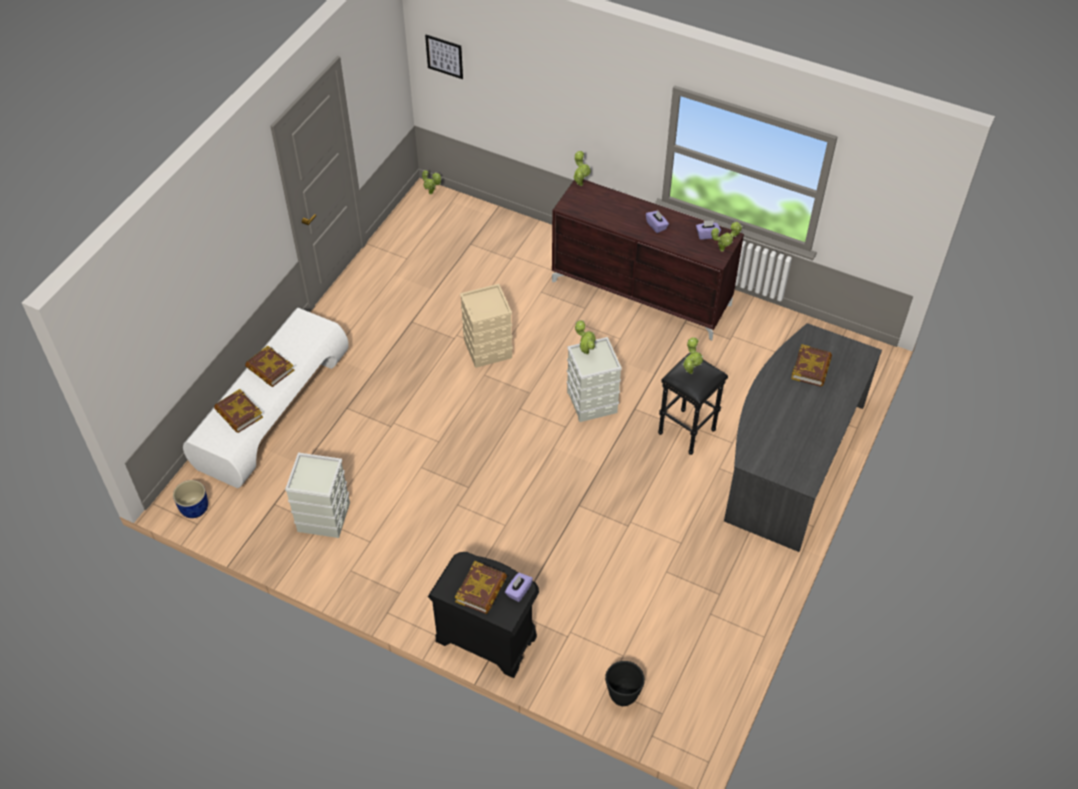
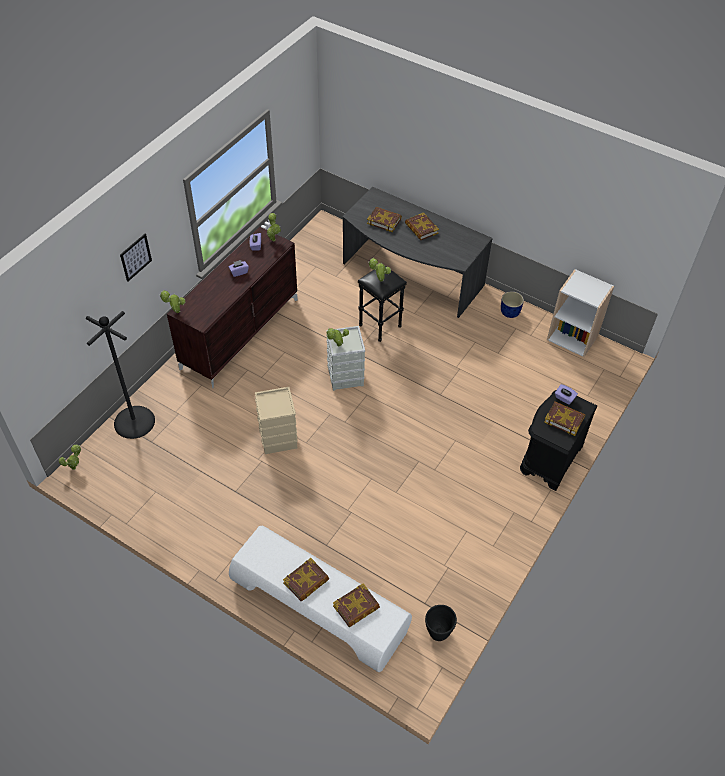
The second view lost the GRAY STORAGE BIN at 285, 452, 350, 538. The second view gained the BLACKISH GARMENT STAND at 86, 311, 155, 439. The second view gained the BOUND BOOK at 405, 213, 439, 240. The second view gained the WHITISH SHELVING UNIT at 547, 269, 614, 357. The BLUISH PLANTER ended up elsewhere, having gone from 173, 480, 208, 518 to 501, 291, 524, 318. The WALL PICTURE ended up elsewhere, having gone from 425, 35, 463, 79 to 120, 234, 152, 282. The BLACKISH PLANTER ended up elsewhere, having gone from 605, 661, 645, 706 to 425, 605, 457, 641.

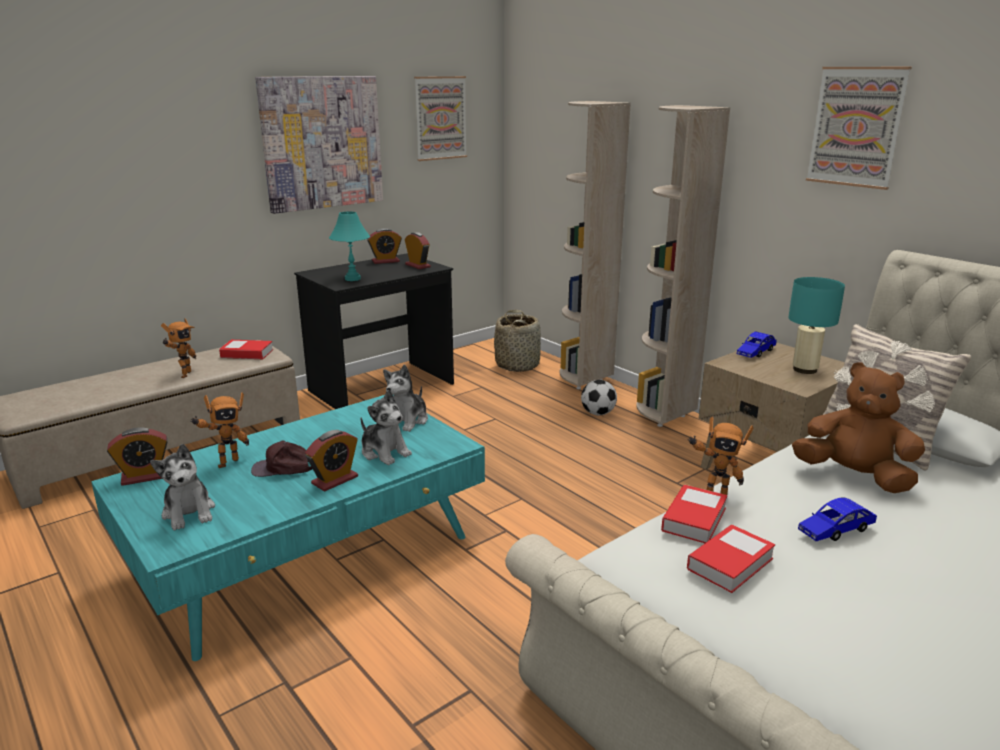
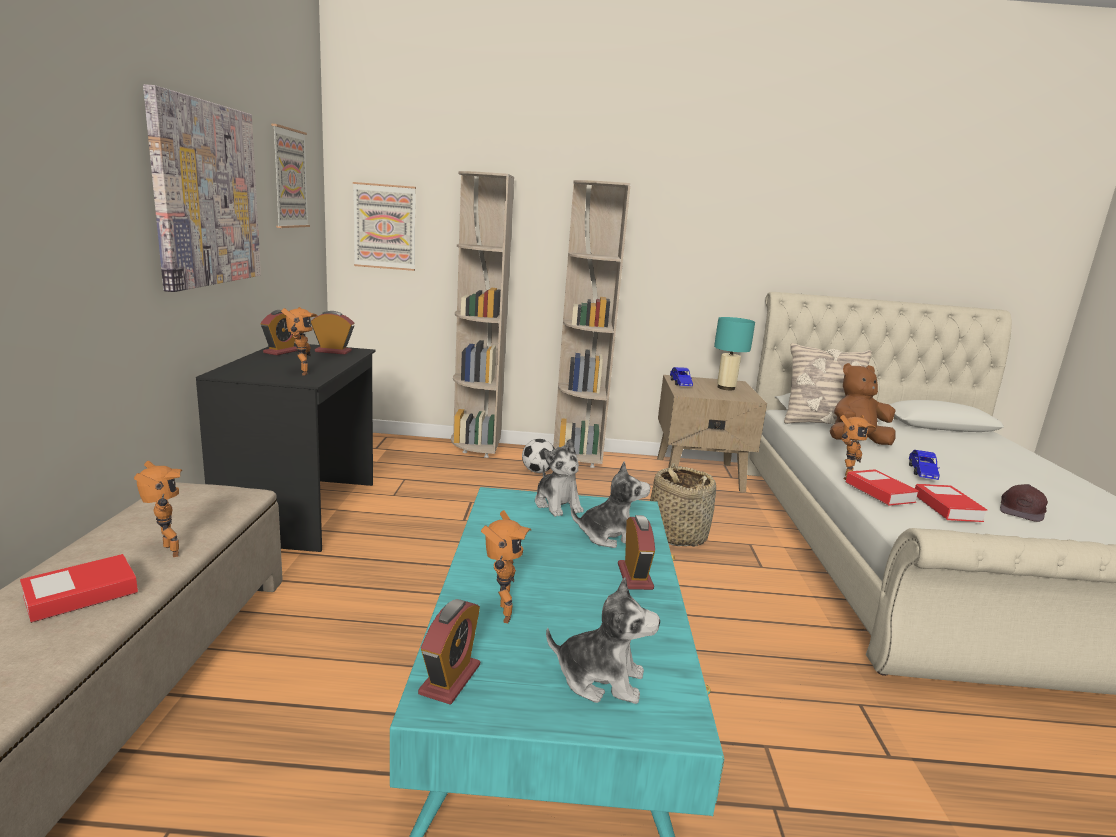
The BOUND BOOK ended up elsewhere, having gone from 219, 340, 273, 359 to 20, 554, 138, 623. The BROWN PEAKED CAP ended up elsewhere, having gone from 251, 440, 312, 477 to 1000, 484, 1048, 522. The BASKET ended up elsewhere, having gone from 494, 310, 541, 372 to 650, 463, 716, 547. The WALL PICTURE ended up elsewhere, having gone from 806, 67, 911, 190 to 353, 182, 416, 271. Where the BLUE-GREEN TABLETOP LAMP stood at 329, 211, 370, 281, the TOY ROBOT came to stand at 281, 307, 318, 375.

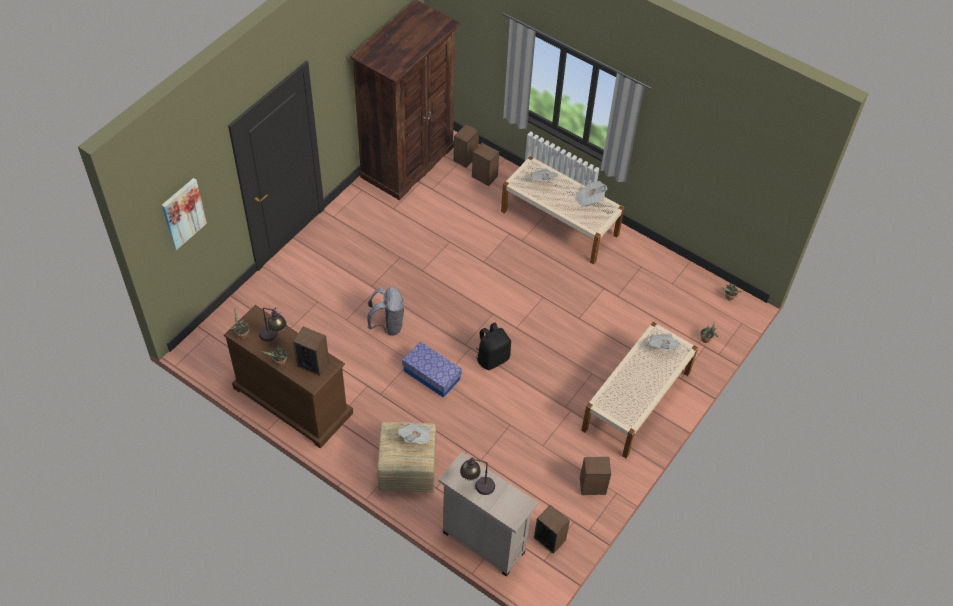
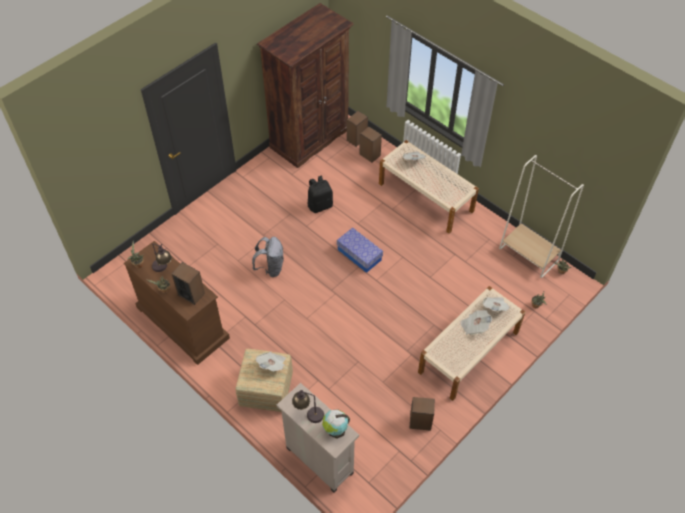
The second view lost the WALL PICTURE at 162, 178, 207, 250. The second view lost the AUDIO SPEAKER at 534, 505, 570, 554. The second view gained the DESK GLOBE at 322, 409, 350, 439. The second view gained the GARMENT STAND at 499, 155, 584, 278. The STORAGE BIN ended up elsewhere, having gone from 402, 342, 462, 398 to 337, 228, 383, 273. The BLACKISH KNAPSACK ended up elsewhere, having gone from 476, 323, 511, 370 to 308, 176, 333, 213. The NEWSPAPER ended up elsewhere, having gone from 574, 181, 607, 207 to 460, 310, 493, 335.

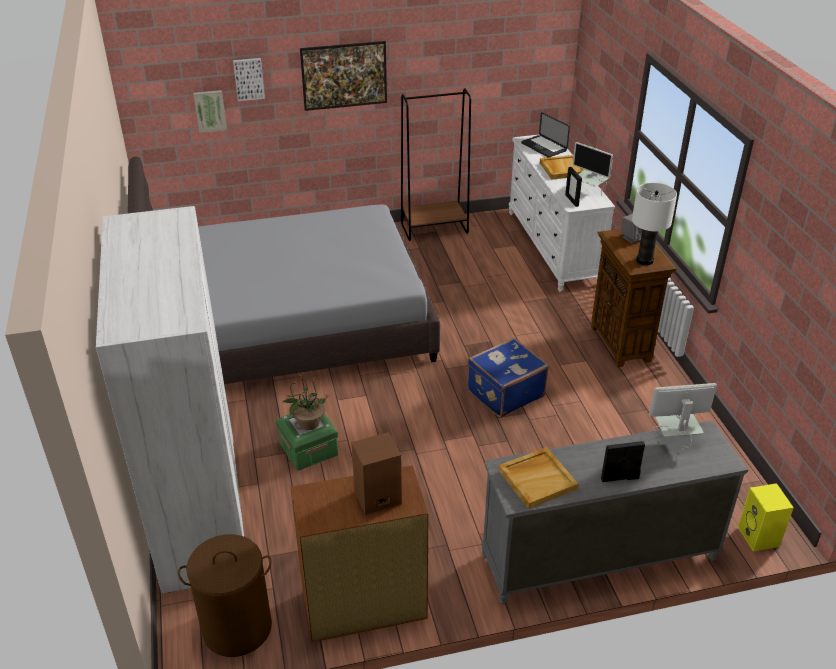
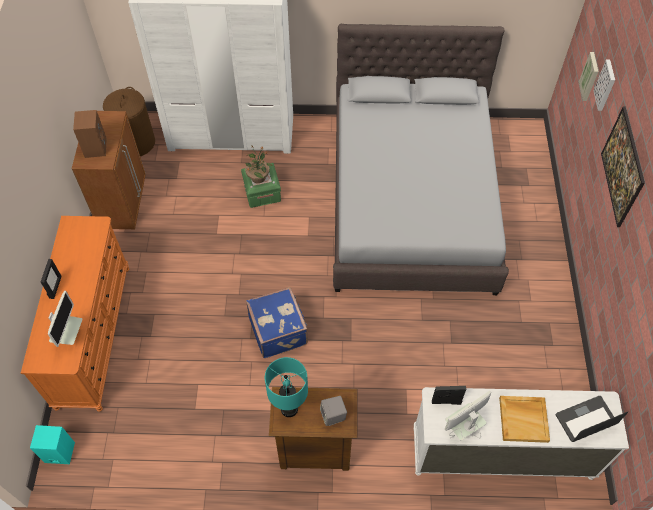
The second view lost the GARMENT STAND at 401, 88, 471, 241. The second view lost the BEIGE-COLOURED CARRYING TRAY at 498, 447, 578, 509. What was the GRAY CHEST OF DRAWERS at 481, 421, 748, 604 turned into the ORANGE CHEST OF DRAWERS at 21, 216, 129, 411. What was the WHITISH TABLETOP LAMP at 632, 183, 677, 265 turned into the BLUE-GREEN TABLETOP LAMP at 265, 357, 308, 417. What was the YELLOW AUDIO SPEAKER at 738, 483, 794, 551 turned into the BLUE-GREEN AUDIO SPEAKER at 30, 425, 75, 464.

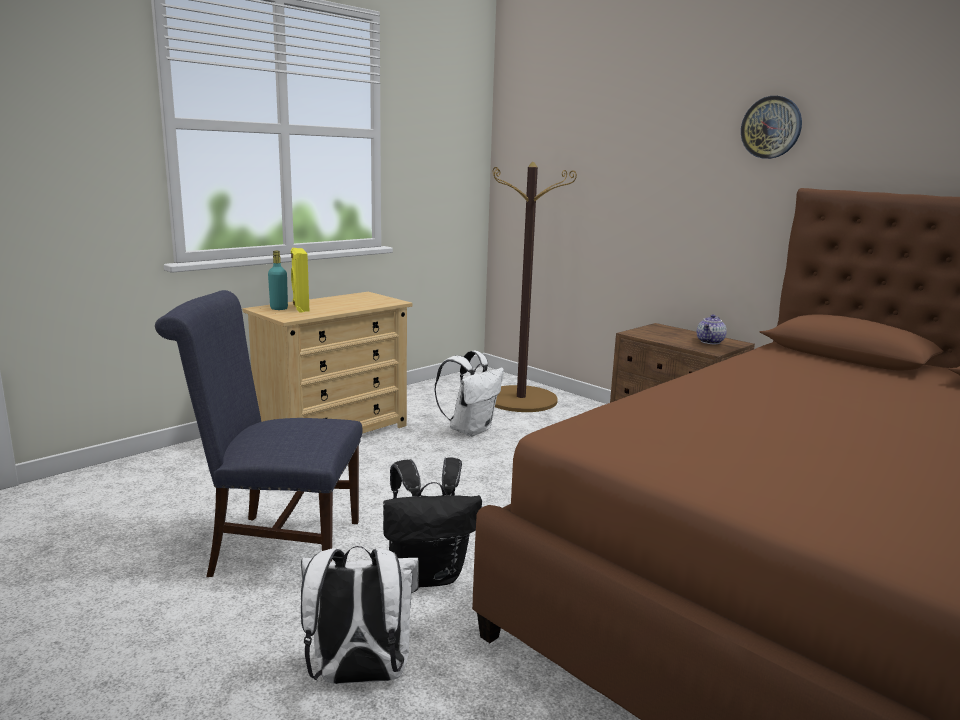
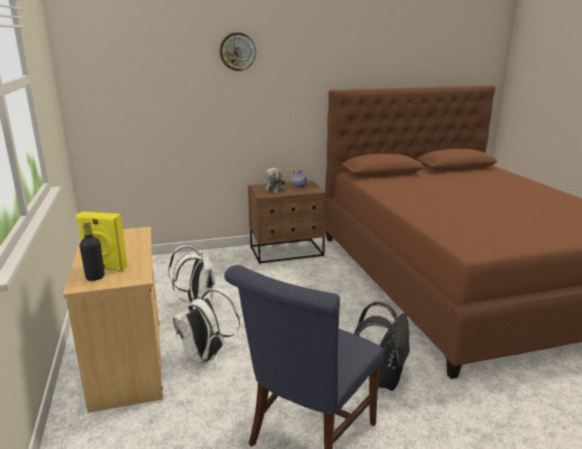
The second view lost the BROWN GARMENT STAND at 493, 162, 577, 412. The second view gained the SOFT TOY at 265, 168, 286, 193. The WHITISH KNAPSACK ended up elsewhere, having gone from 301, 546, 419, 684 to 172, 288, 240, 364. The WALL CLOCK ended up elsewhere, having gone from 741, 96, 802, 159 to 220, 32, 256, 71. What was the BLUE-GREEN BOTTLE at 268, 251, 288, 310 turned into the BLACKISH BOTTLE at 80, 221, 104, 281.

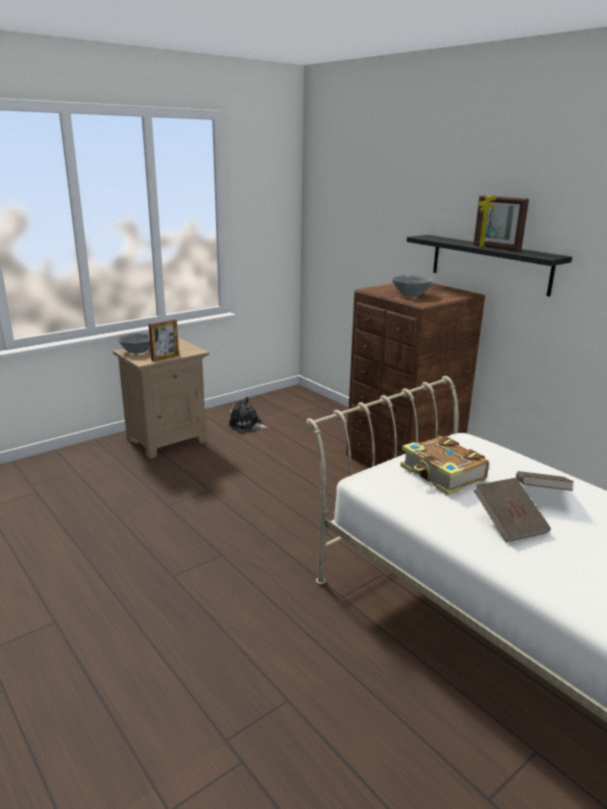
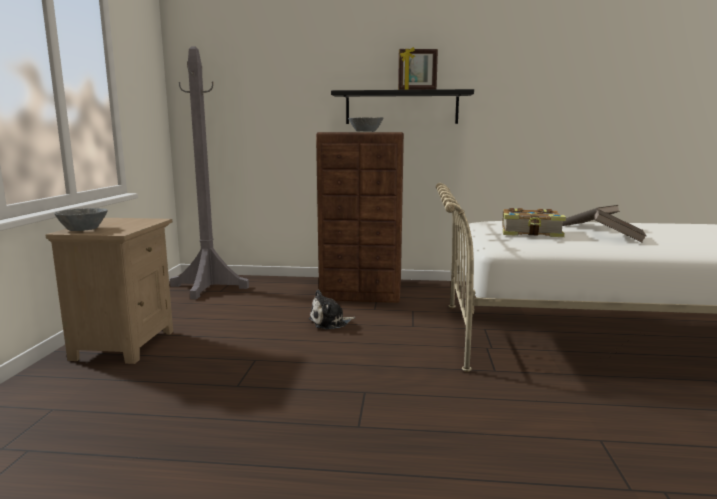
The second view lost the STANDING FRAME at 149, 319, 179, 362. The second view gained the GRAY GARMENT STAND at 170, 46, 249, 299. The SOFT TOY ended up elsewhere, having gone from 228, 396, 269, 431 to 309, 290, 356, 329.

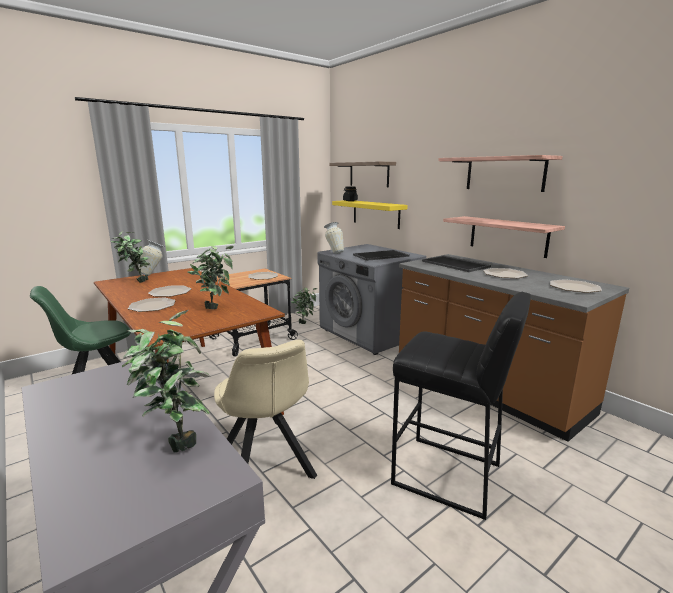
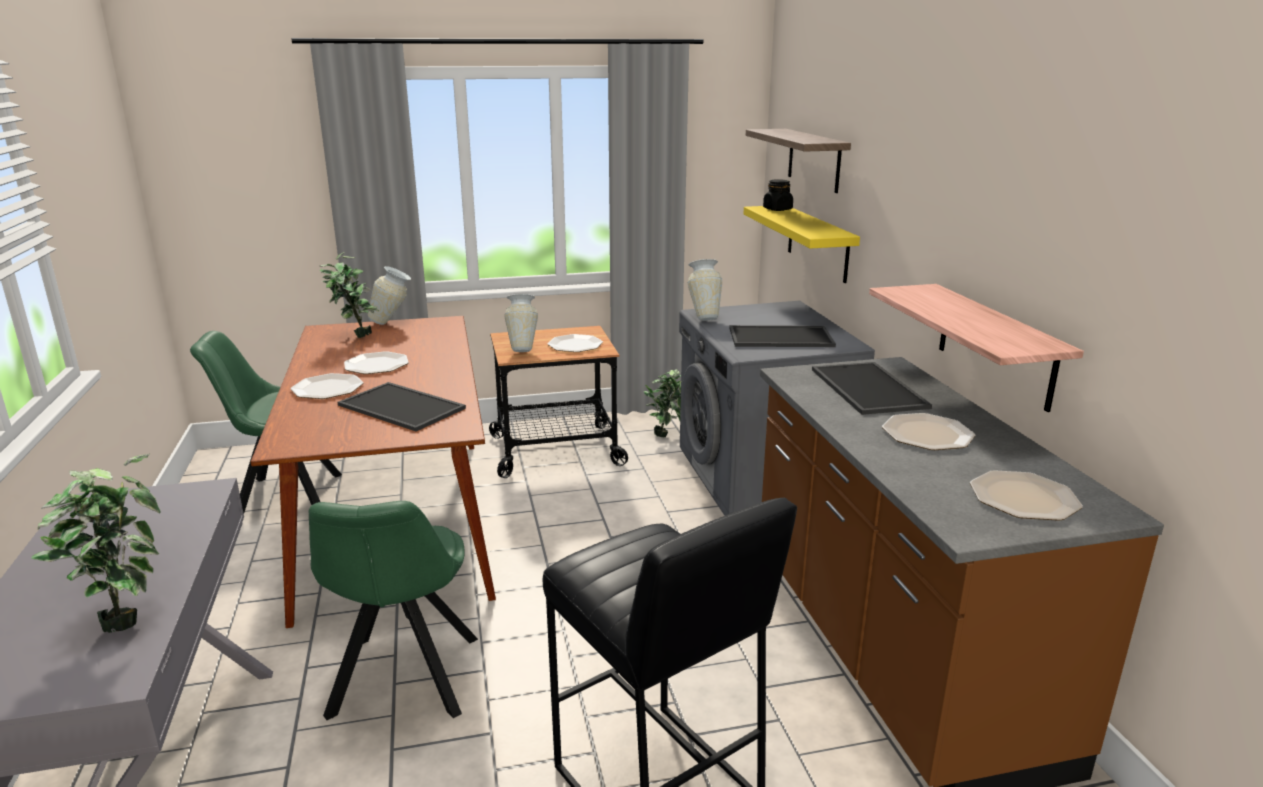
The second view lost the WALL SHELF at 438, 155, 563, 192. The second view gained the FLOWER VASE at 504, 294, 538, 352. Where the PLANT IN A POT stood at 188, 246, 234, 309, the CARRYING TRAY came to stand at 338, 382, 466, 431. What was the BEIGE-COLOURED PLAIN CHAIR at 214, 340, 317, 479 turned into the GREEN PLAIN CHAIR at 309, 501, 478, 720.

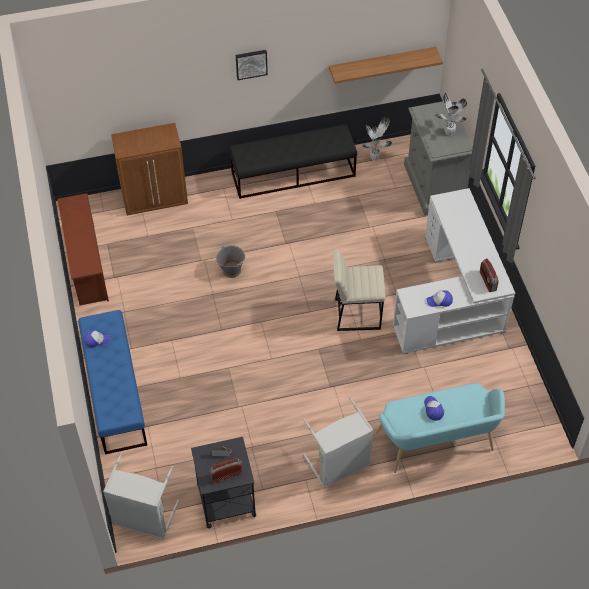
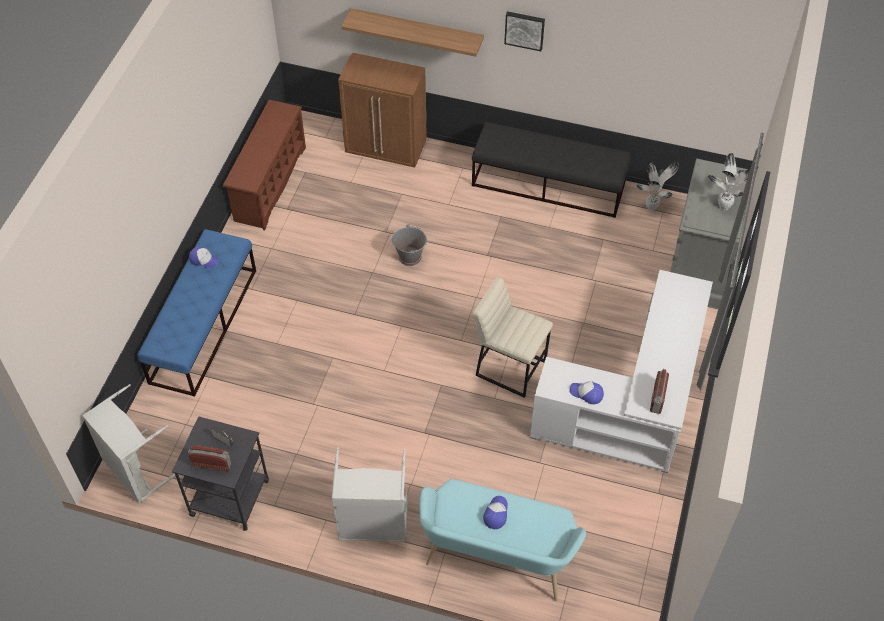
The WALL SHELF ended up elsewhere, having gone from 329, 47, 443, 84 to 342, 8, 484, 57.

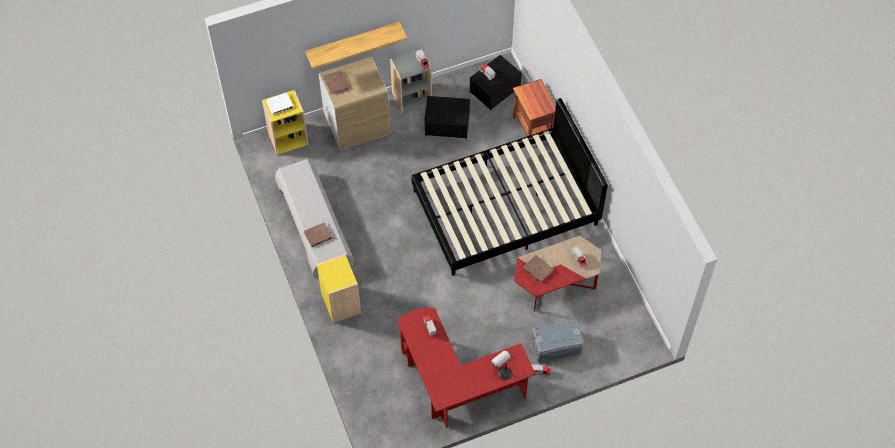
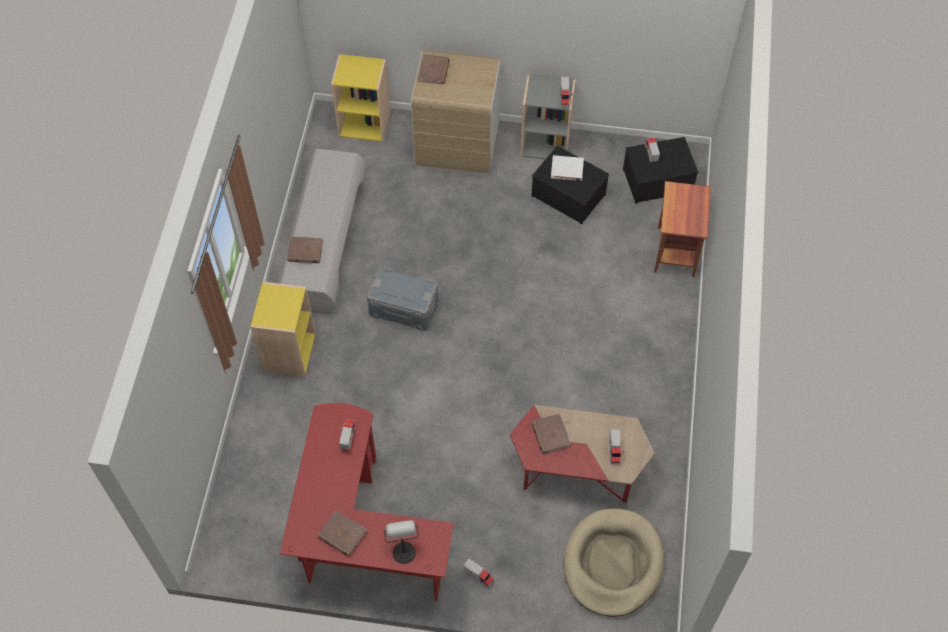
The second view lost the WALL SHELF at 305, 22, 408, 69. The second view lost the BLACKISH BED at 411, 98, 608, 276. The second view gained the BROWN BOUND BOOK at 318, 511, 367, 557. The second view gained the BEIGE-COLOURED DOG CUSHION at 564, 508, 664, 617. The WHITISH BOUND BOOK ended up elsewhere, having gone from 266, 92, 293, 115 to 551, 155, 584, 181. The GRAY STORAGE BIN ended up elsewhere, having gone from 532, 319, 583, 363 to 367, 267, 439, 331.

